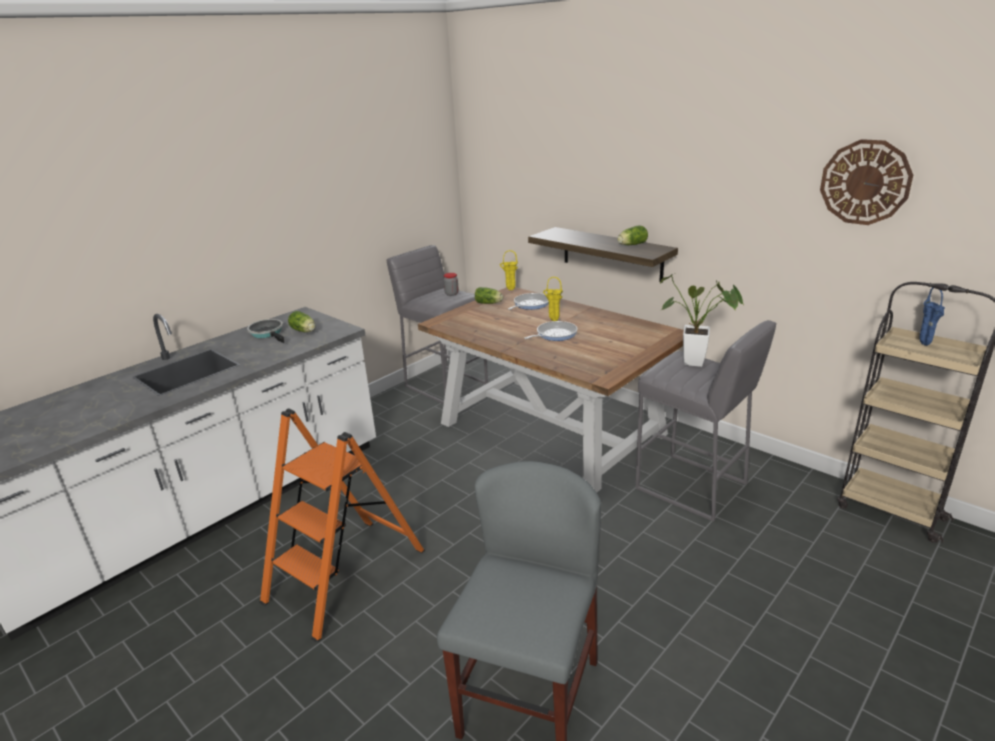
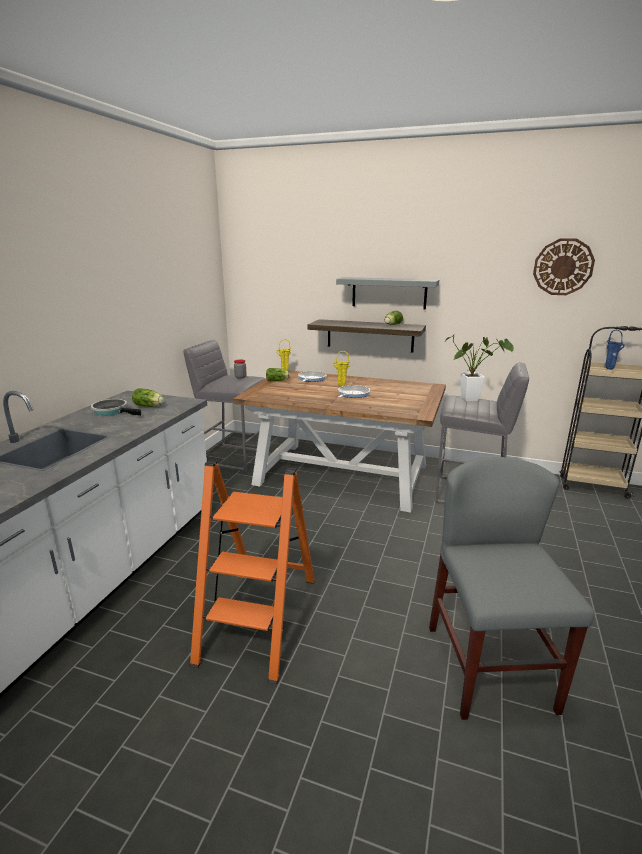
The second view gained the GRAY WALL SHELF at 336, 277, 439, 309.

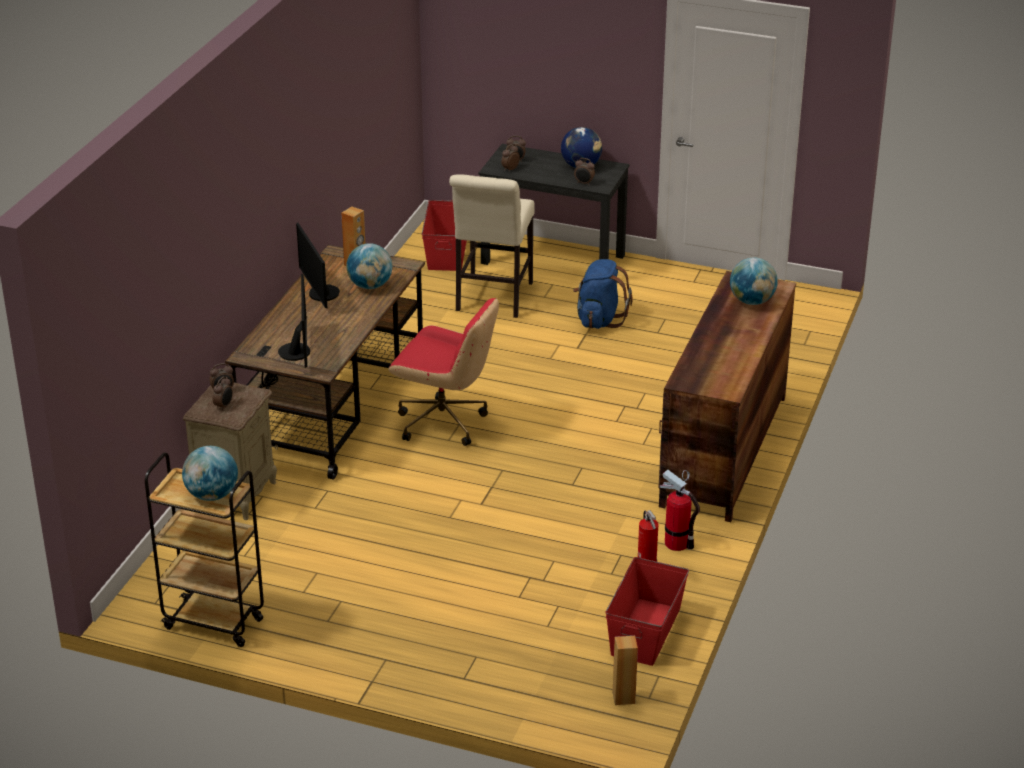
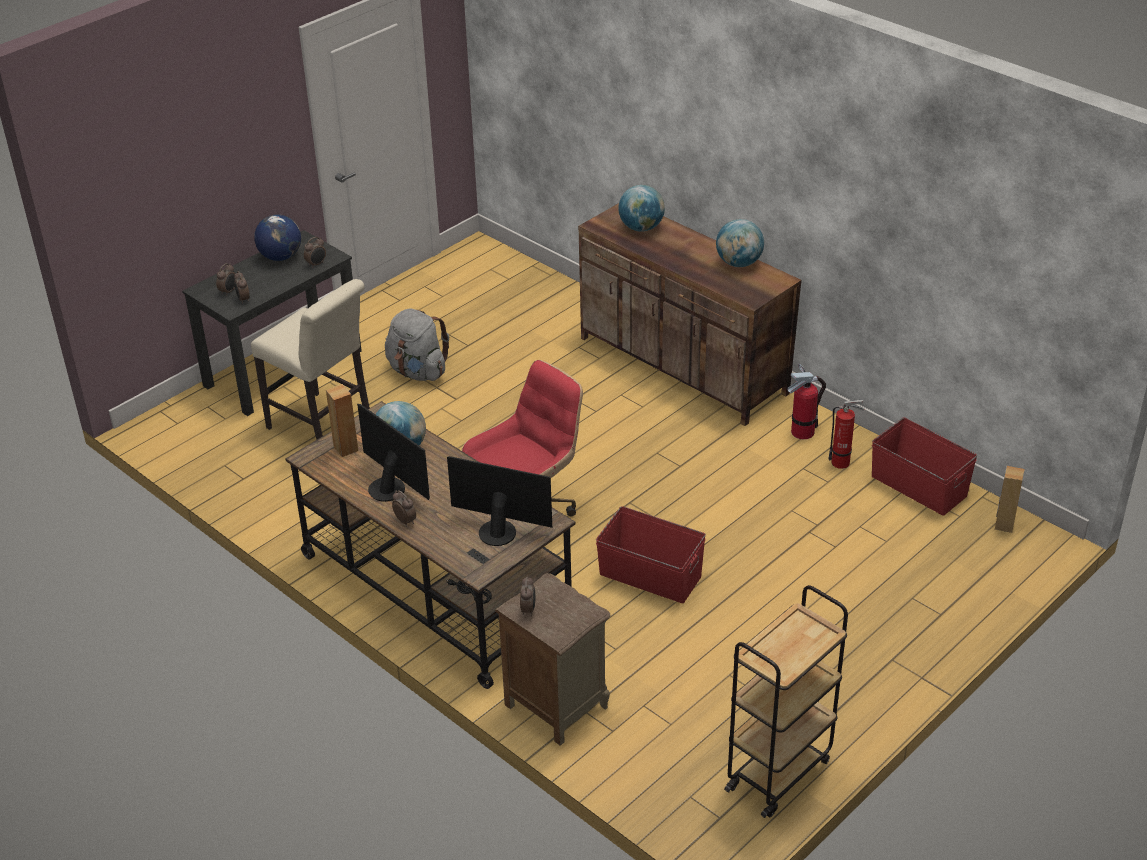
The DESK GLOBE ended up elsewhere, having gone from 182, 446, 238, 501 to 716, 219, 764, 267. The ALARM CLOCK ended up elsewhere, having gone from 212, 376, 233, 411 to 392, 490, 416, 526. The RED STORAGE BIN ended up elsewhere, having gone from 422, 200, 467, 271 to 596, 506, 706, 603. What was the BLUISH KNAPSACK at 573, 259, 633, 329 turned into the GRAY KNAPSACK at 385, 309, 449, 381. The COMPUTER SCREEN at 296, 223, 340, 309 ended up facing another way, 135 degrees counterclockwise from before.

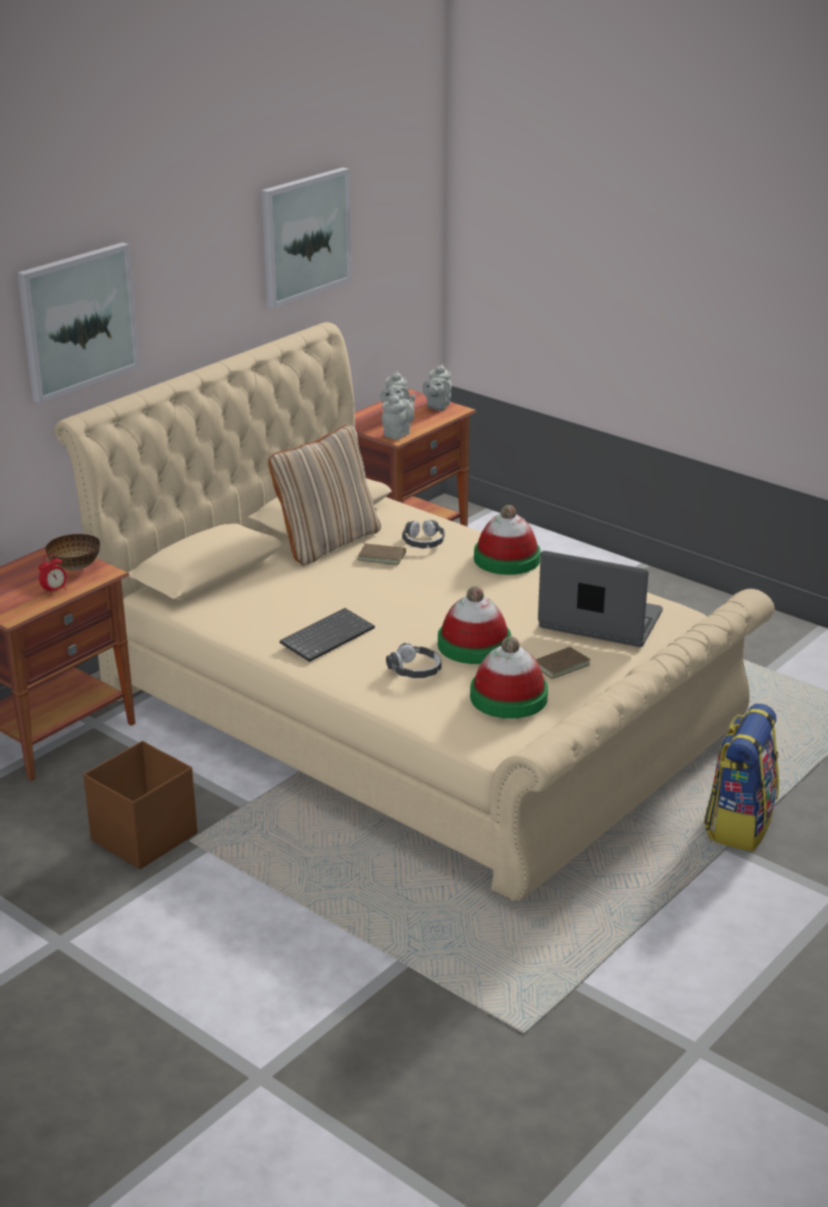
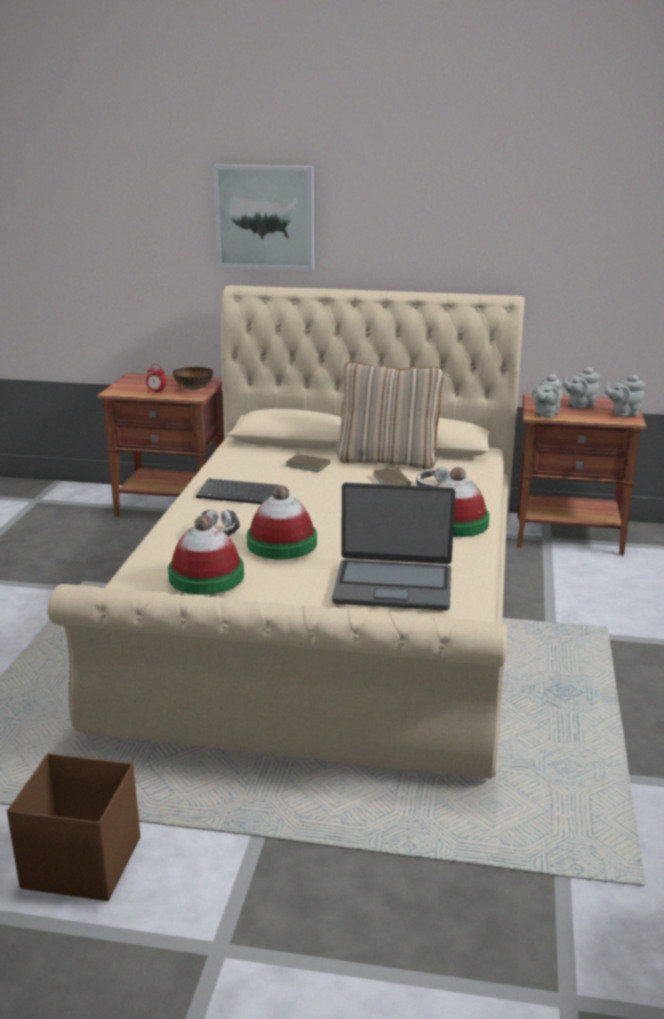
The second view lost the WALL PICTURE at 262, 167, 352, 308. The second view lost the KNAPSACK at 704, 704, 779, 852. The BROWN STORAGE BIN ended up elsewhere, having gone from 83, 741, 197, 869 to 7, 753, 140, 901. The BROWN BOUND BOOK ended up elsewhere, having gone from 535, 647, 590, 679 to 285, 452, 330, 472. The GRAY TEA POT at 382, 394, 415, 440 ended up facing another way, 120 degrees clockwise from before. The LAPTOP at 538, 551, 663, 647 ended up facing another way, 105 degrees clockwise from before.

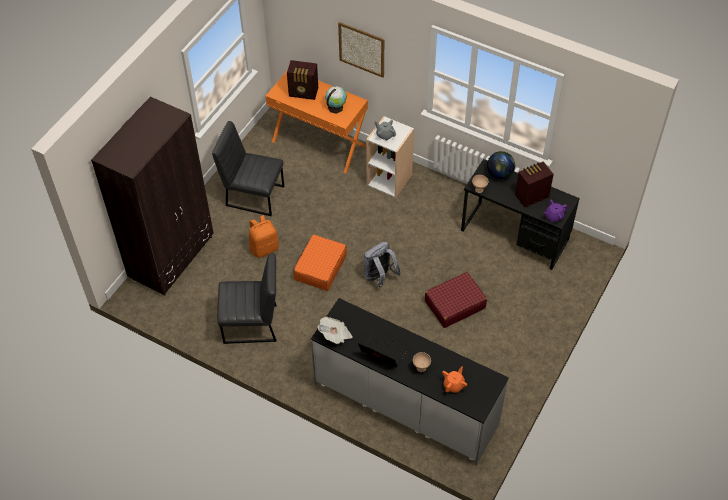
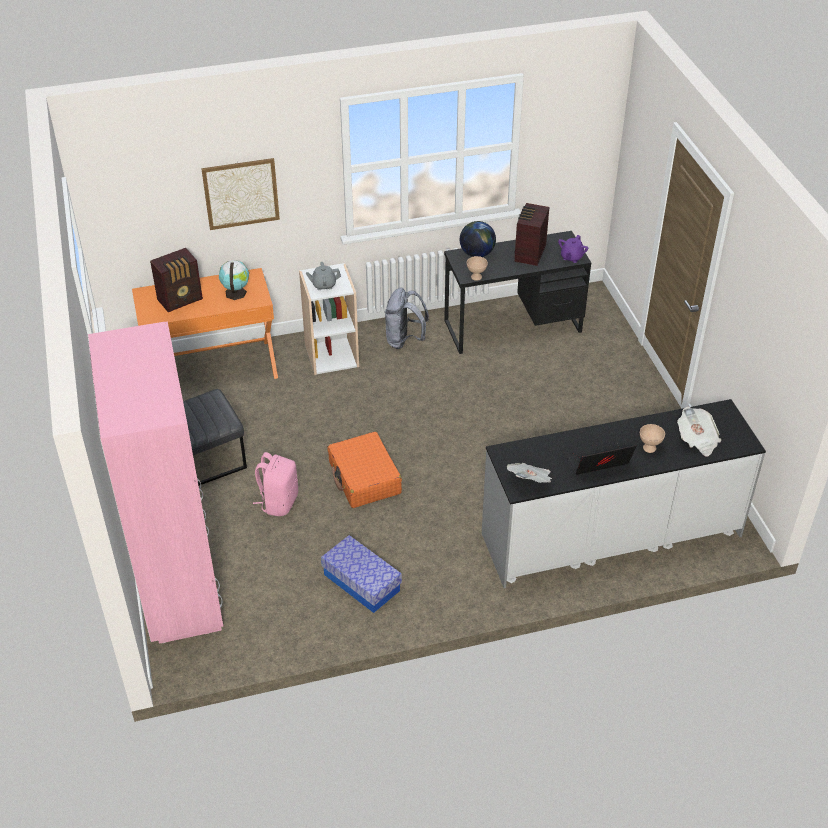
The second view lost the RED SUITCASE at 425, 272, 487, 328. The GRAY KNAPSACK ended up elsewhere, having gone from 364, 242, 401, 288 to 384, 288, 429, 349. Where the GRAY PLAIN CHAIR stood at 217, 253, 277, 344, the STORAGE BIN came to stand at 321, 535, 402, 613. Where the ORANGE TEA POT stood at 442, 366, 467, 393, the NEWSPAPER came to stand at 677, 407, 721, 457. What was the BROWN WARDROBE at 91, 97, 213, 296 turned into the PINK-COLOURED WARDROBE at 88, 321, 223, 644. What was the ORANGE KNAPSACK at 249, 215, 279, 258 turned into the PINK-COLOURED KNAPSACK at 253, 452, 298, 516.

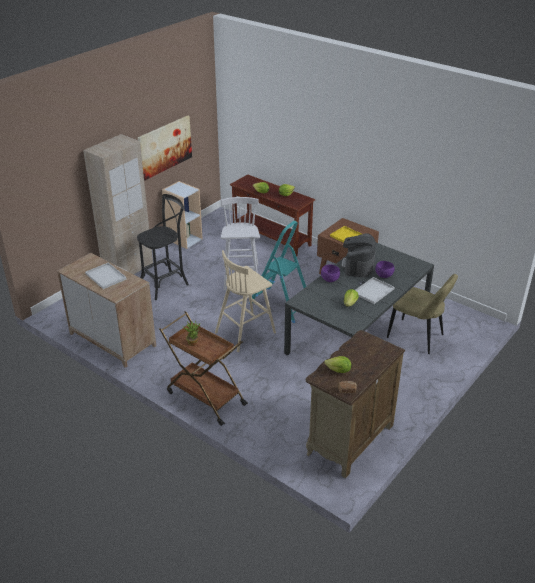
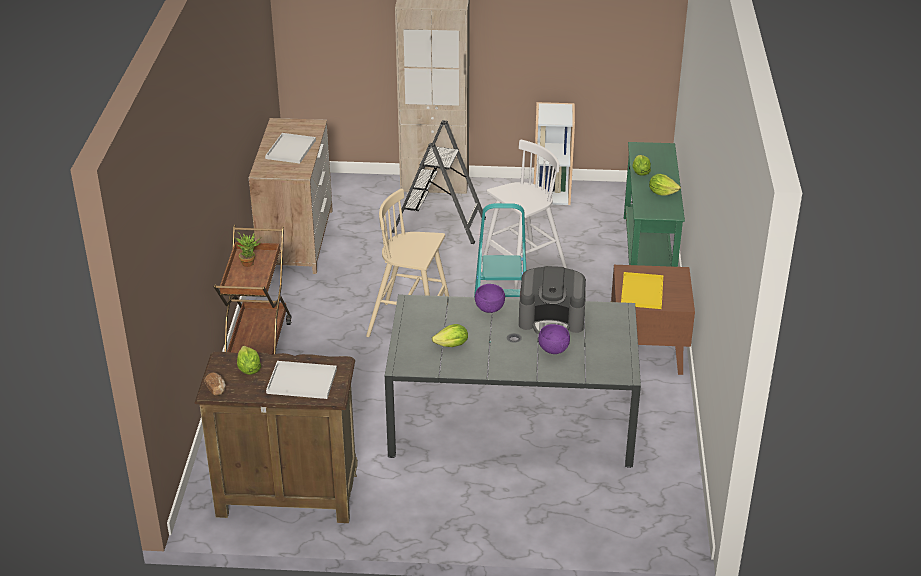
The second view lost the WALL PICTURE at 138, 115, 192, 181. The second view lost the BEIGE-COLOURED PLAIN CHAIR at 387, 274, 458, 354. The WHITISH CARRYING TRAY ended up elsewhere, having gone from 356, 277, 395, 304 to 266, 361, 337, 399. Where the BLACKISH STOOL stood at 137, 194, 189, 300, the GRAY STEP LADDER came to stand at 392, 120, 486, 244. What was the BROWN NARROW TABLE at 230, 174, 316, 256 turned into the GREEN NARROW TABLE at 624, 142, 685, 267. The COFFEE MAKER at 341, 233, 376, 277 ended up facing another way, 150 degrees counterclockwise from before.

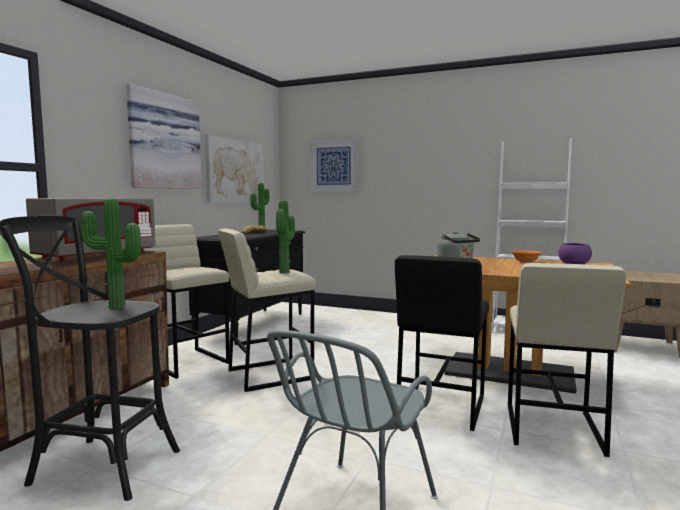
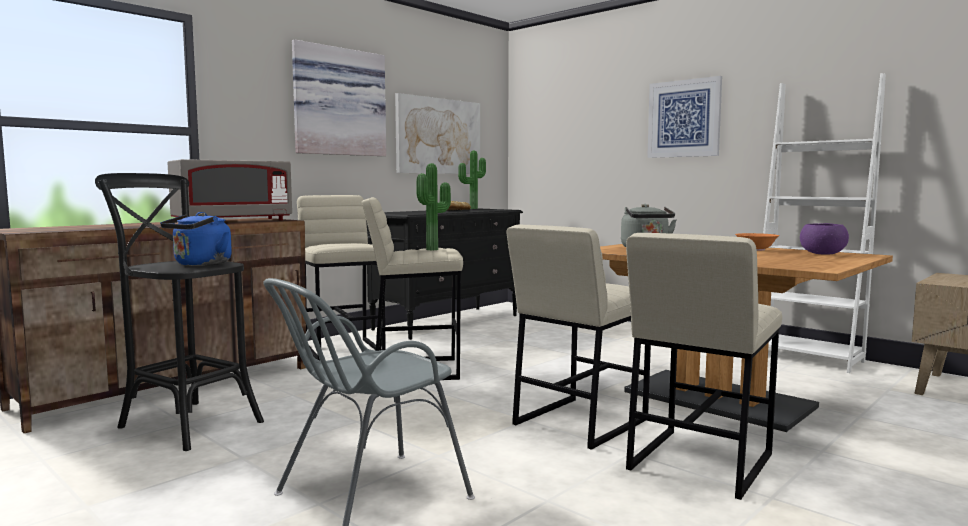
The WALL PICTURE ended up elsewhere, having gone from 310, 139, 358, 192 to 647, 76, 722, 158. Where the PLANT IN A POT stood at 81, 198, 142, 309, the BLUISH KETTLE came to stand at 160, 212, 232, 266. What was the BLACKISH PLAIN CHAIR at 395, 255, 489, 431 turned into the BEIGE-COLOURED PLAIN CHAIR at 507, 225, 651, 450.

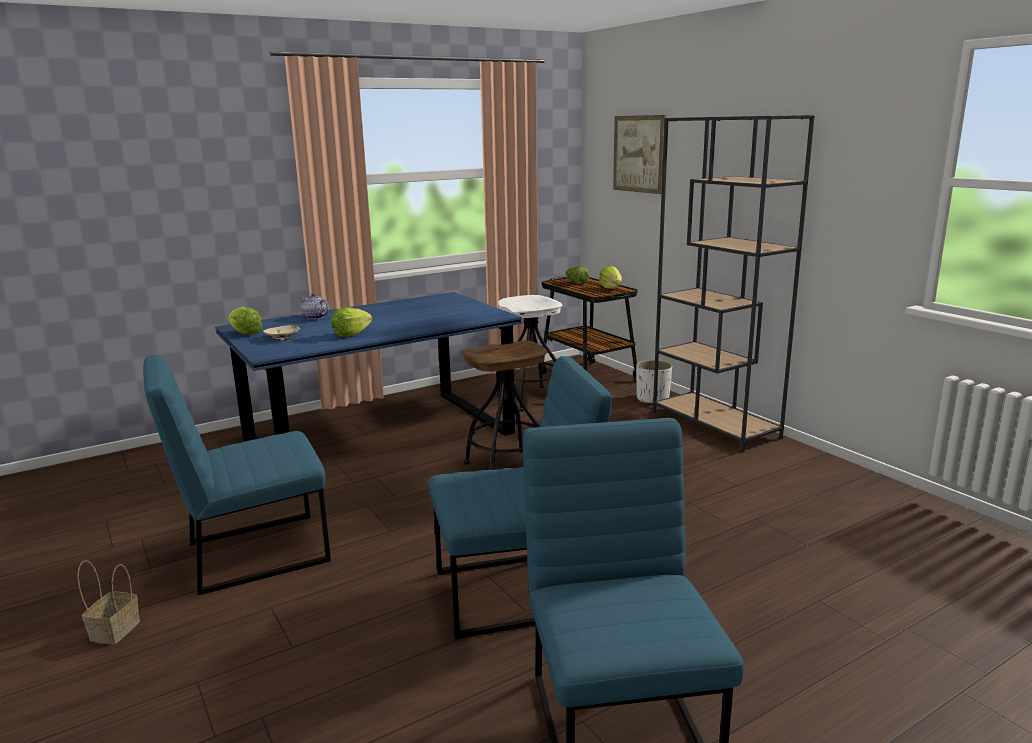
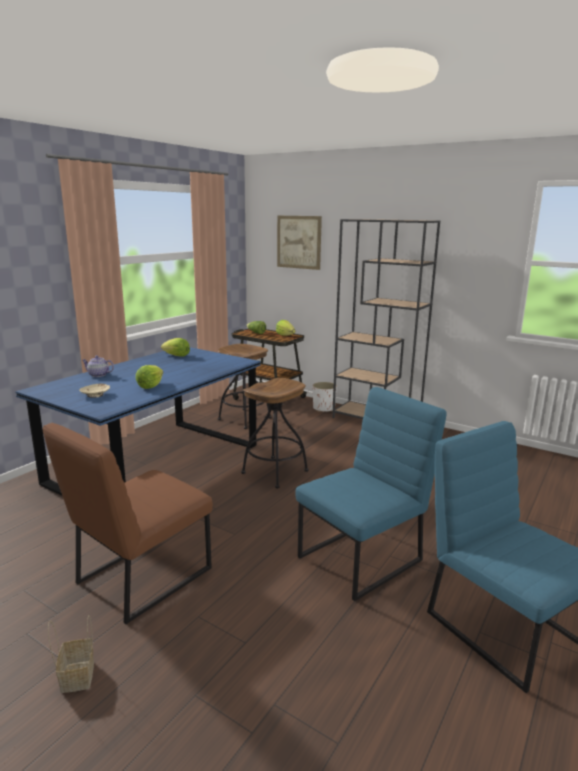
The LETTUCE ended up elsewhere, having gone from 228, 307, 262, 335 to 161, 338, 190, 357. What was the BLUISH PLAIN CHAIR at 143, 354, 331, 595 turned into the BROWN PLAIN CHAIR at 43, 423, 213, 624. What was the WHITISH STOOL at 497, 295, 562, 412 turned into the BROWN STOOL at 218, 344, 272, 429.

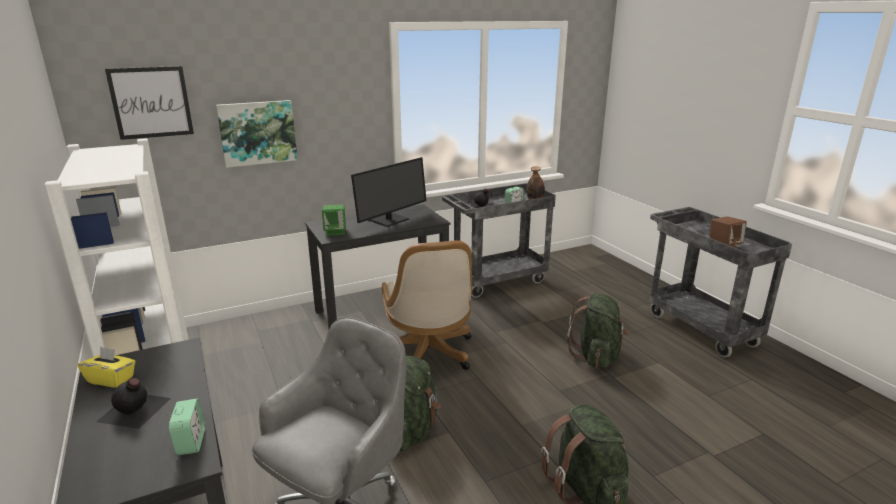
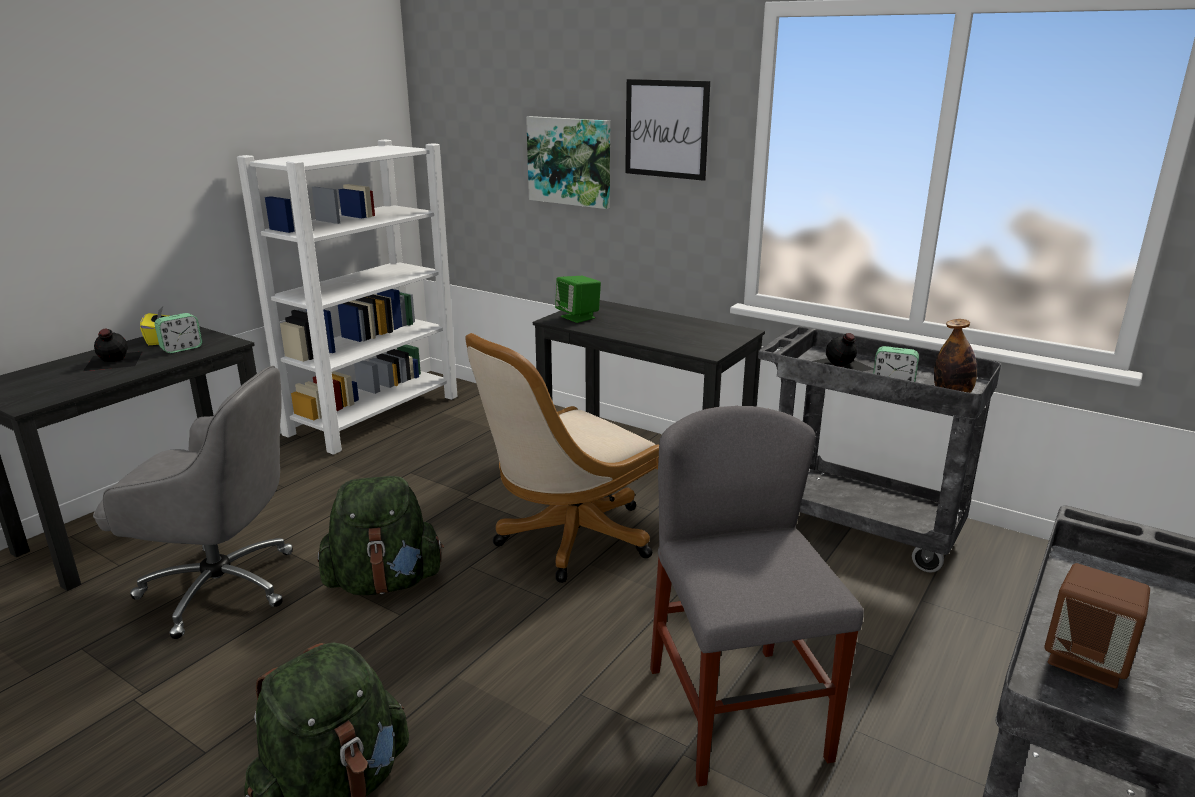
The second view lost the COMPUTER SCREEN at 351, 157, 426, 227. The WALL PICTURE ended up elsewhere, having gone from 105, 66, 194, 140 to 625, 79, 710, 181. The ALARM CLOCK ended up elsewhere, having gone from 169, 398, 205, 456 to 155, 313, 202, 353. Where the GREEN KNAPSACK stood at 566, 294, 629, 368, the GRAY PLAIN CHAIR came to stand at 650, 406, 864, 787.

